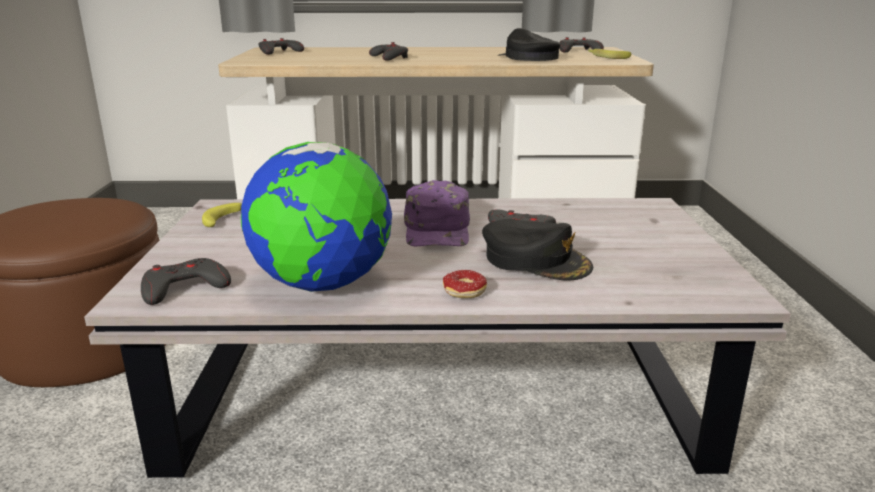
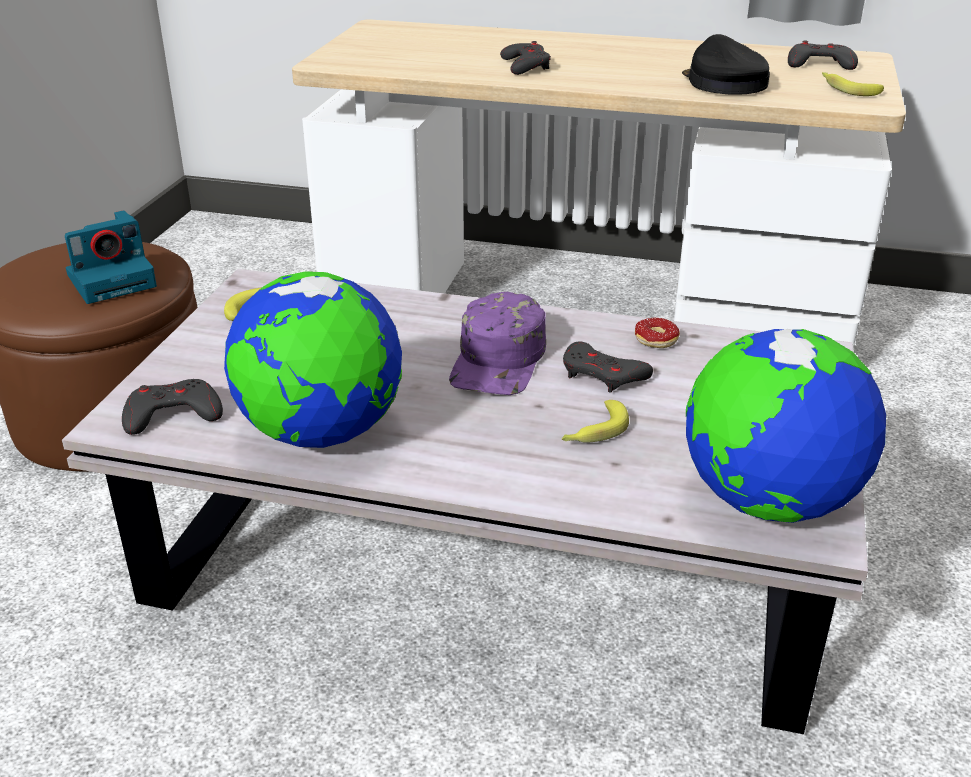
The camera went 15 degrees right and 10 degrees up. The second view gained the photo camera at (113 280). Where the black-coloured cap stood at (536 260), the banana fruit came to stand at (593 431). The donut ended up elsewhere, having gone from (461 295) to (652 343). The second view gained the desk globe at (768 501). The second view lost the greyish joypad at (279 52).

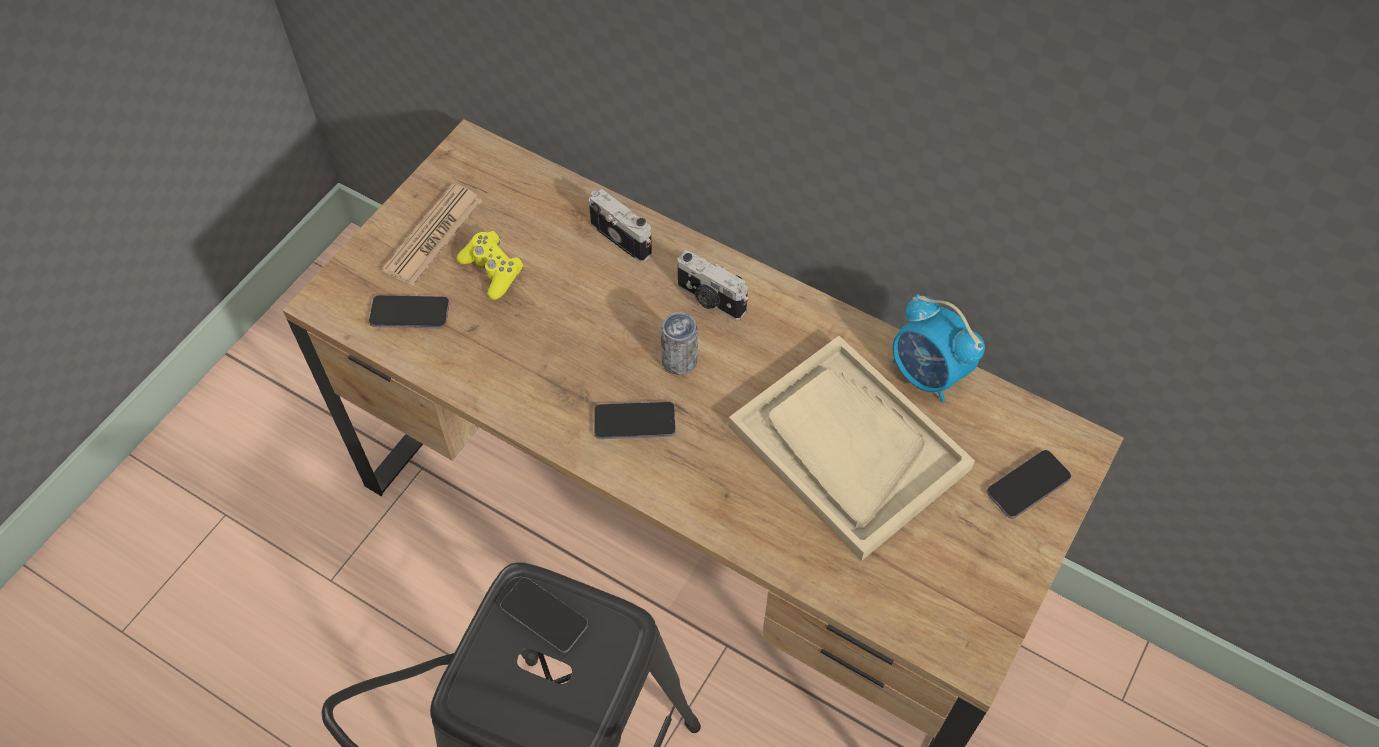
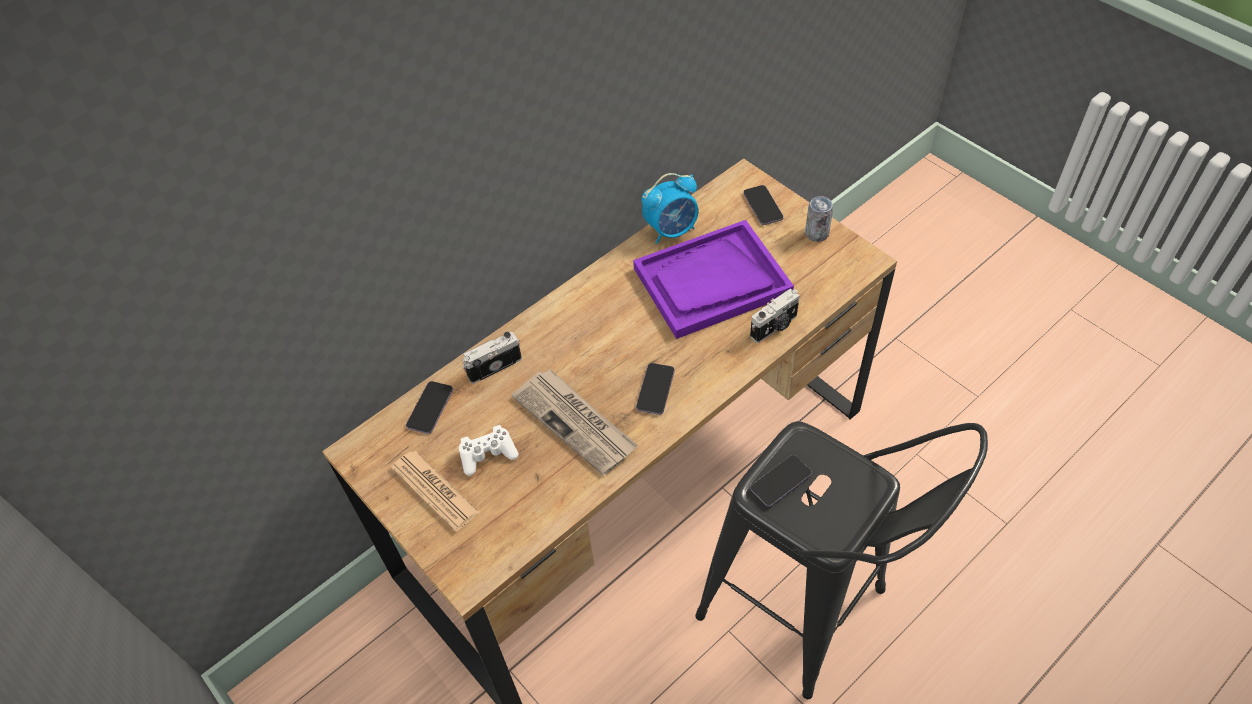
The camera went 70 degrees left and 5 degrees down. The telephone ended up elsewhere, having gone from (410 313) to (430 408). What was the yellow-coloured joypad at (493 270) turned into the white-coloured joypad at (488 454). The second view gained the printed paper at (576 422). What was the beige-coloured carrying tray at (847 447) turned into the purplish carrying tray at (711 281). The photo camera ended up elsewhere, having gone from (710 300) to (775 327). The can ended up elsewhere, having gone from (679 361) to (816 234).

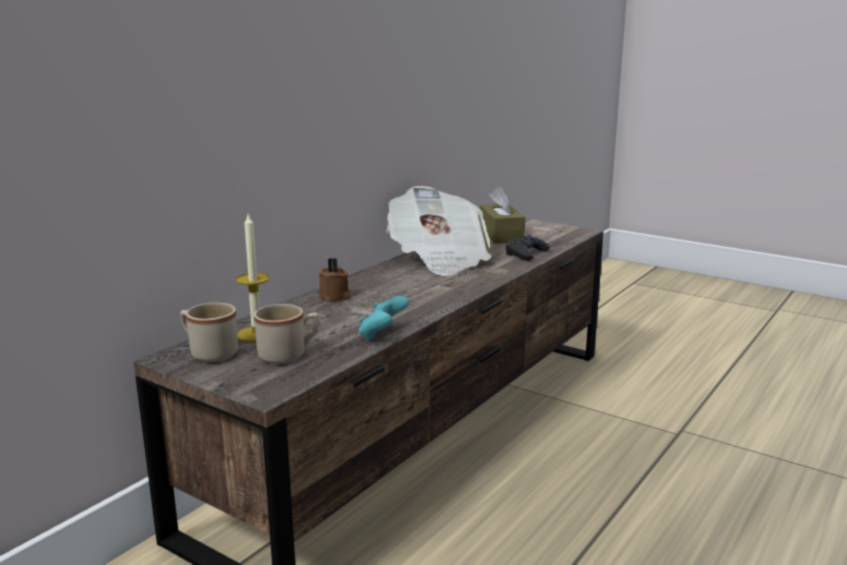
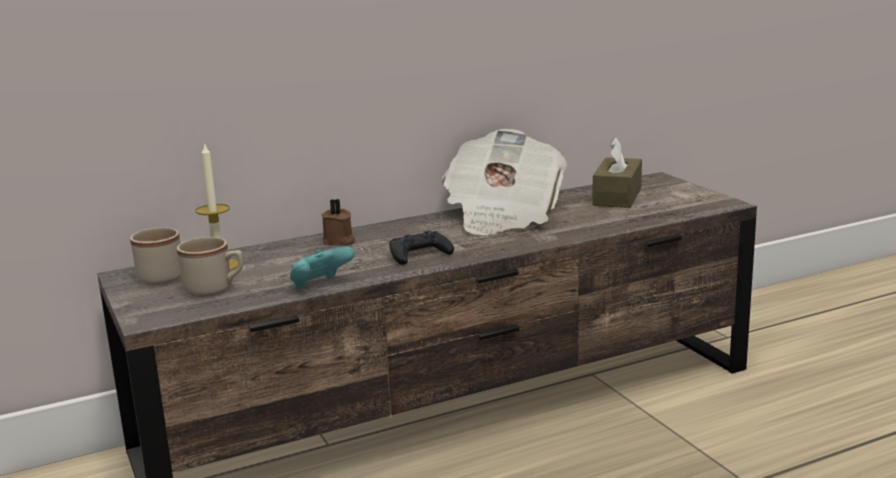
The camera went 30 degrees right and 0 degrees up. The black-coloured joypad ended up elsewhere, having gone from (526 253) to (419 255).

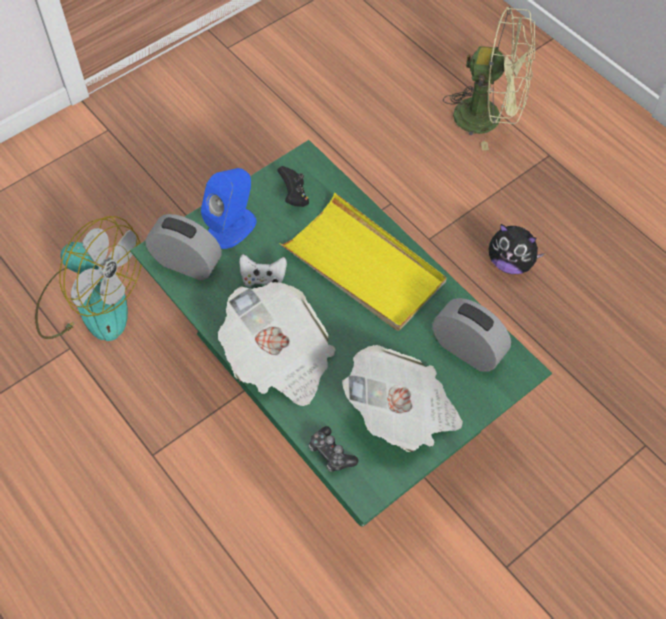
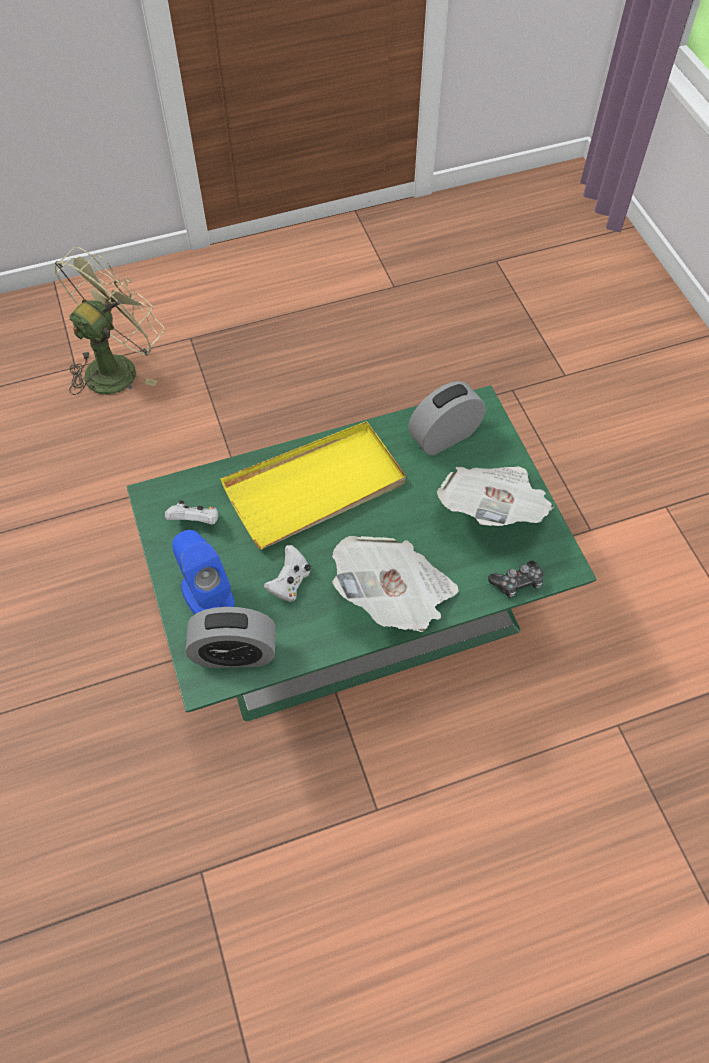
The camera went 70 degrees left and 0 degrees up. What was the black-coloured joypad at (294 195) turned into the white-coloured joypad at (195 521). The bedside clock at (187 263) ended up facing another way, 135 degrees counterclockwise from before. The second view lost the fan at (90 301). The second view lost the plush toy at (510 263).

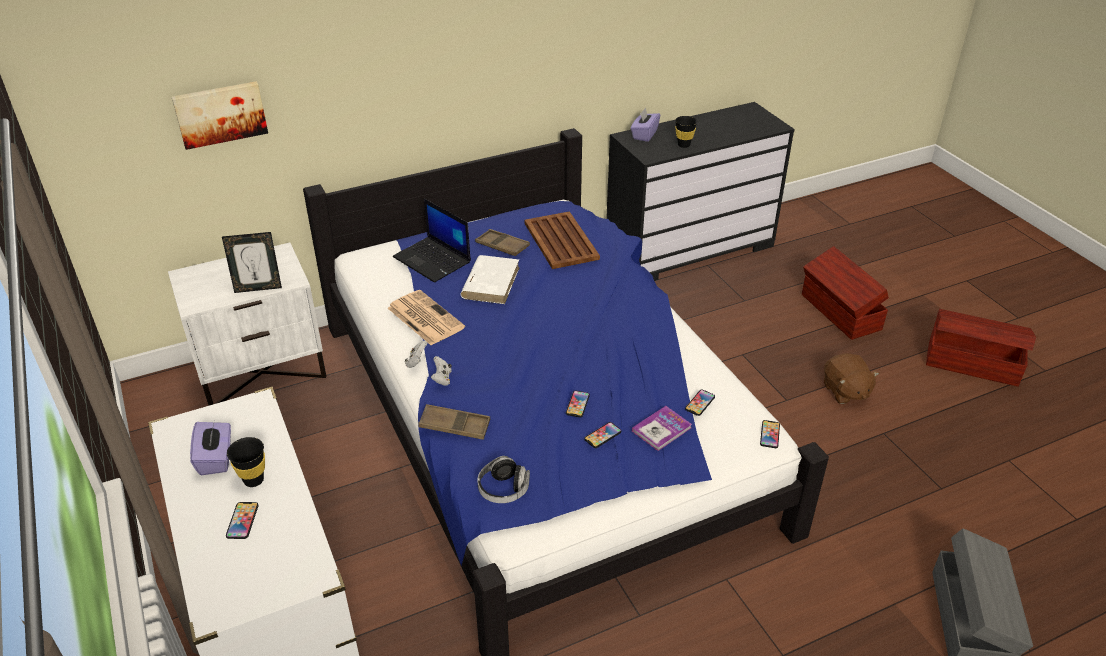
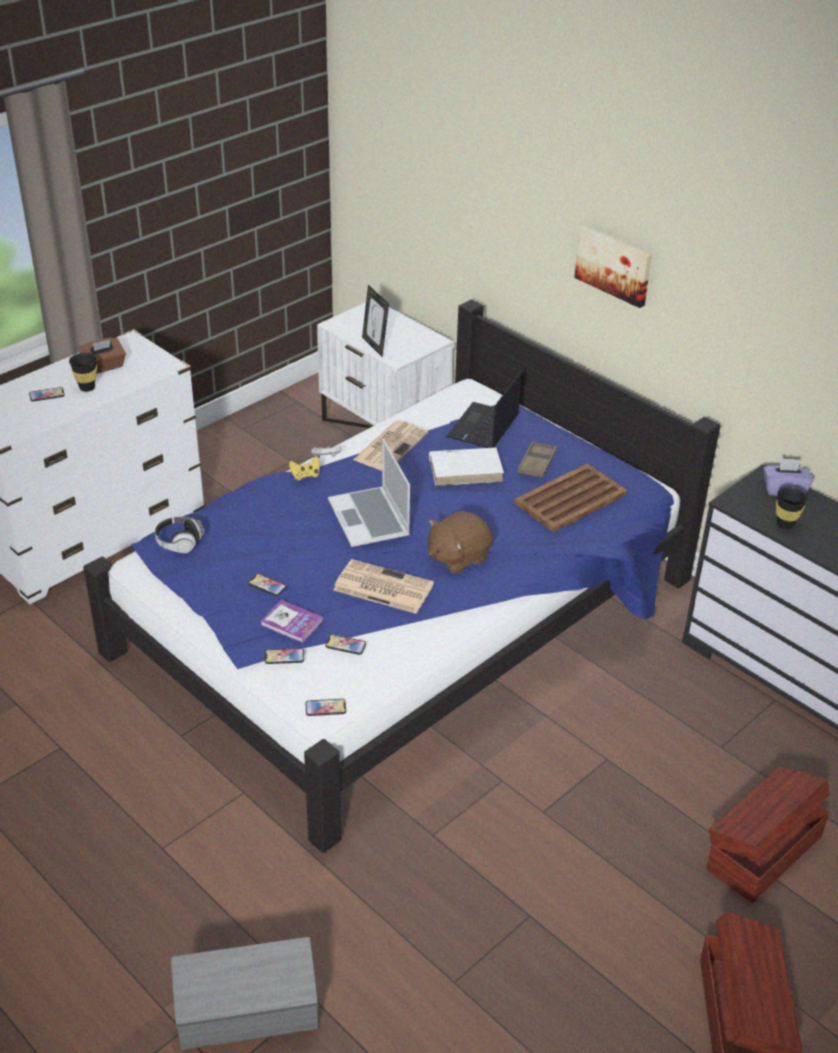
The camera went 70 degrees right and 0 degrees up. What was the purplish tissue box at (216 458) turned into the brown tissue box at (104 367). The telephone ended up elsewhere, having gone from (577 404) to (284 657). What was the white-coloured joypad at (442 378) turned into the yellow-coloured joypad at (305 475). The second view gained the notebook computer at (370 519). The second view gained the printed paper at (381 587). The brown plush toy ended up elsewhere, having gone from (845 391) to (457 557). The wall picture ended up elsewhere, having gone from (220 113) to (614 265). The second view lost the brown carrying tray at (455 426).

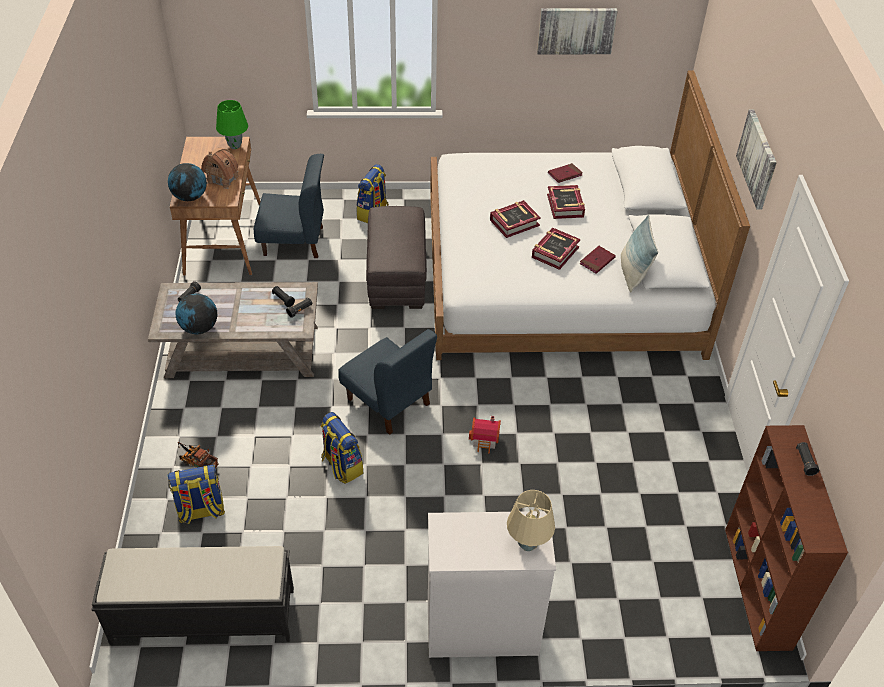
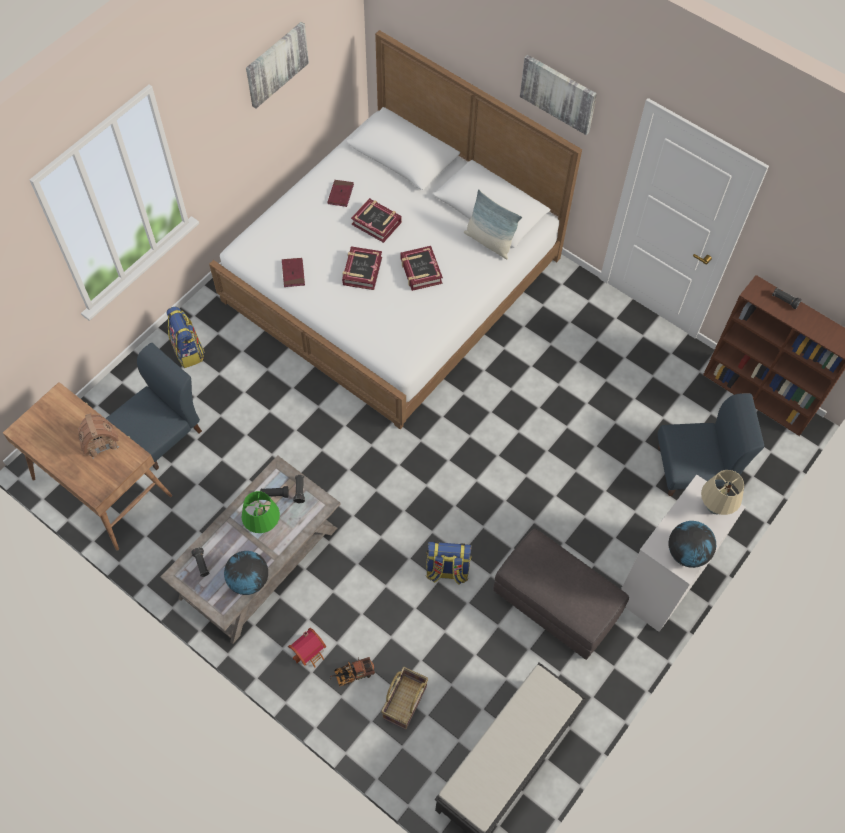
The camera went 50 degrees left and 15 degrees up. The green lamp for a table ended up elsewhere, having gone from (234 146) to (263 527). The red-coloured bound book ended up elsewhere, having gone from (597 261) to (293 273). The miniature house ended up elsewhere, having gone from (485 440) to (310 651). Where the rucksack stood at (201 511), the basket came to stand at (405 703). The greyish footrest ended up elsewhere, having gone from (397 276) to (557 604). The blue chair ended up elsewhere, having gone from (388 402) to (694 470). The desk globe ended up elsewhere, having gone from (190 197) to (687 552).

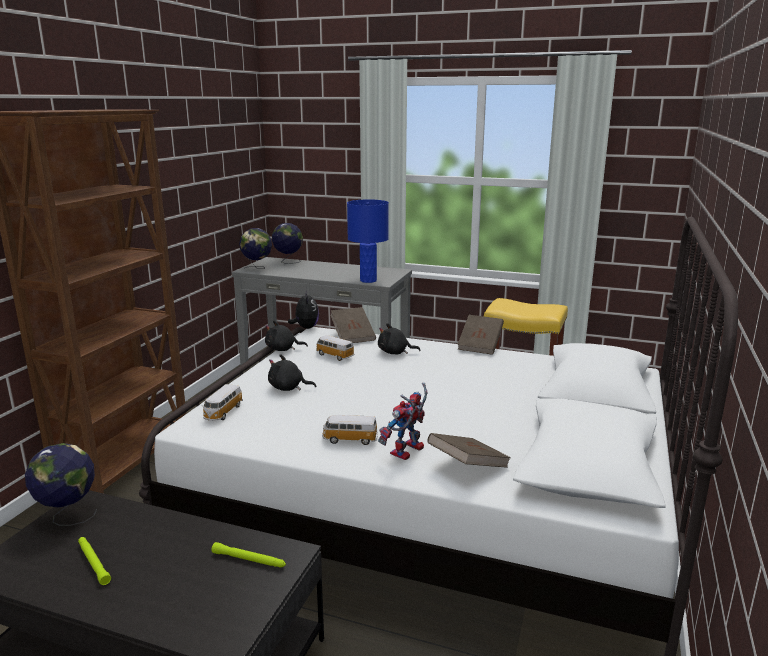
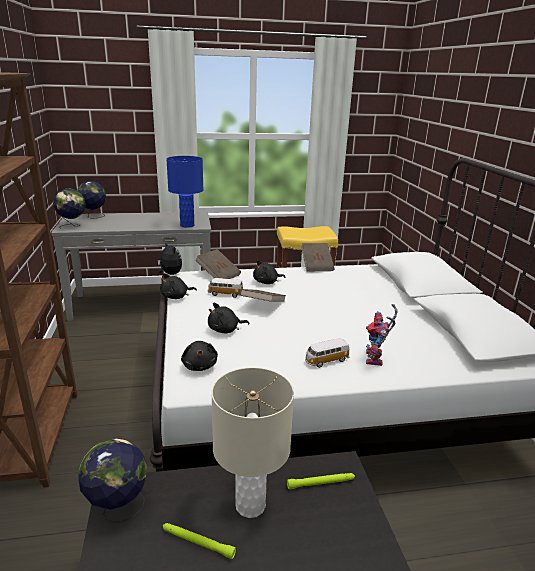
The camera went 30 degrees left and 5 degrees up. Where the miniature car stood at (223 412), the black-coloured plush toy came to stand at (200 365). The second view gained the beige-coloured lamp for a table at (250 505). The brown bound book ended up elsewhere, having gone from (468 466) to (263 305).

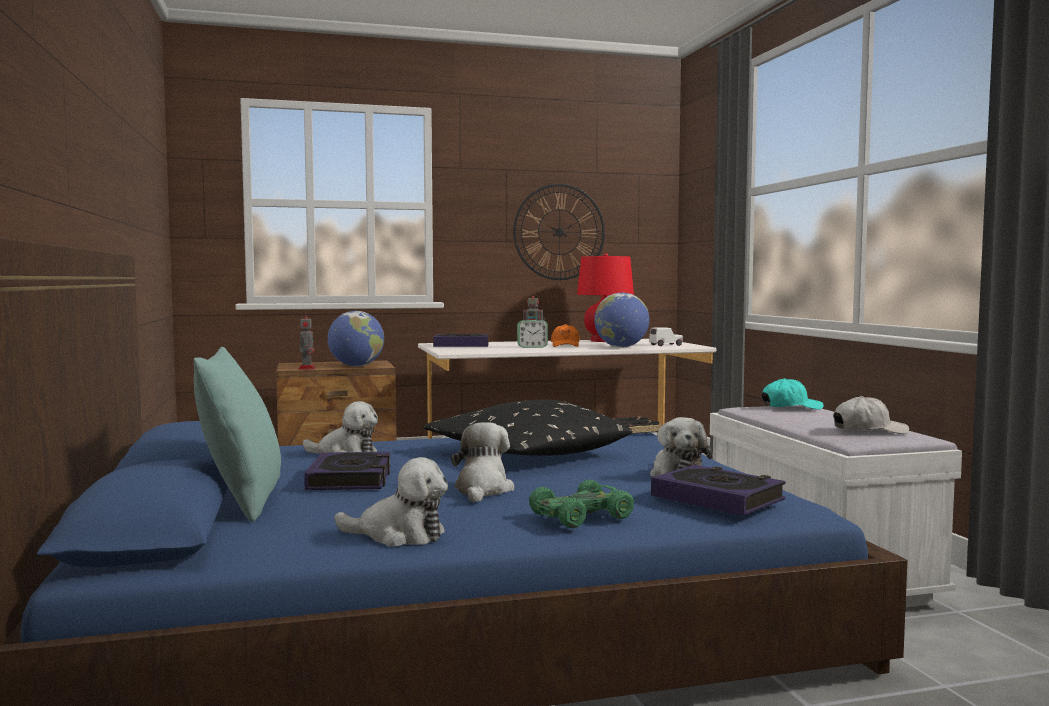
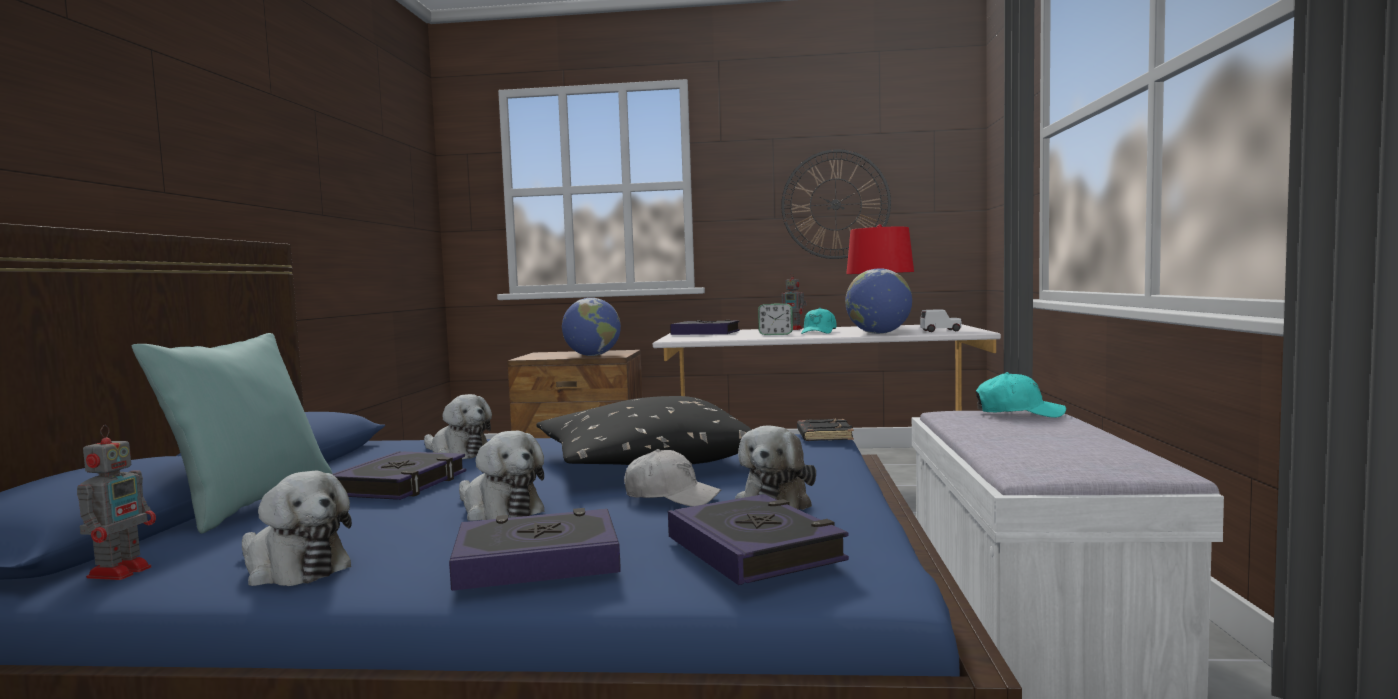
The camera went 20 degrees right and 0 degrees up. The robot figure ended up elsewhere, having gone from (307 368) to (122 571). Where the green miniature car stood at (582 516), the bound book came to stand at (537 561). The plush toy at (482 490) ended up facing another way, 105 degrees clockwise from before. The white-coloured cap ended up elsewhere, having gone from (869 430) to (671 496). What was the orangey cap at (565 345) turned into the blue-green cap at (819 332).

